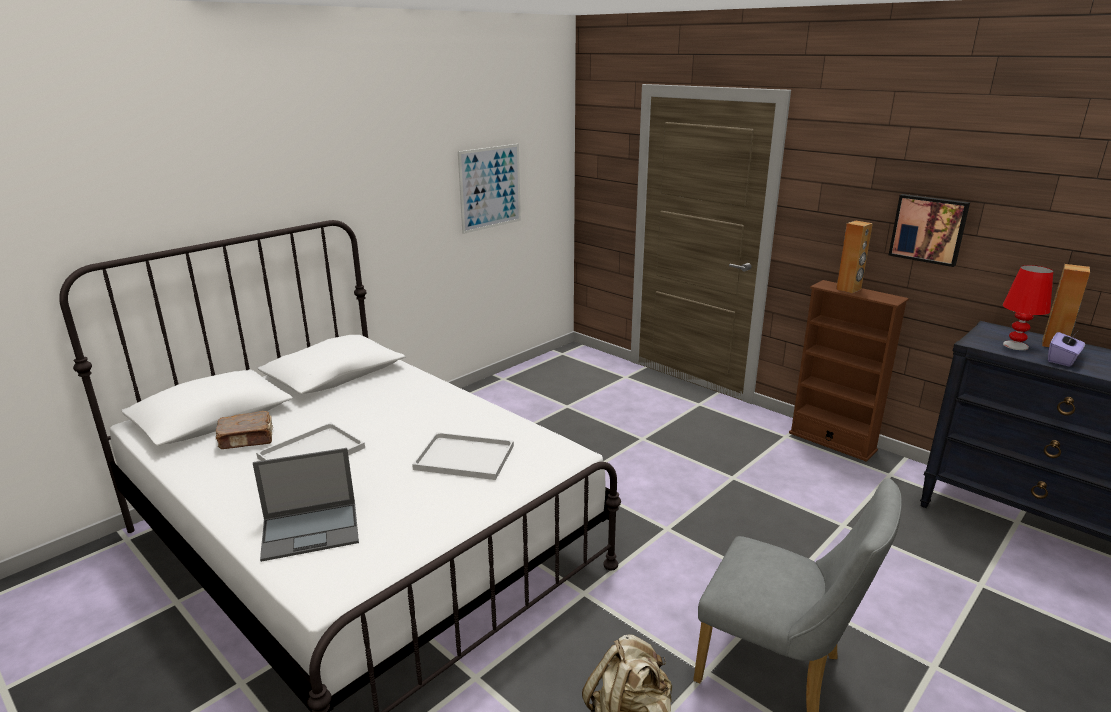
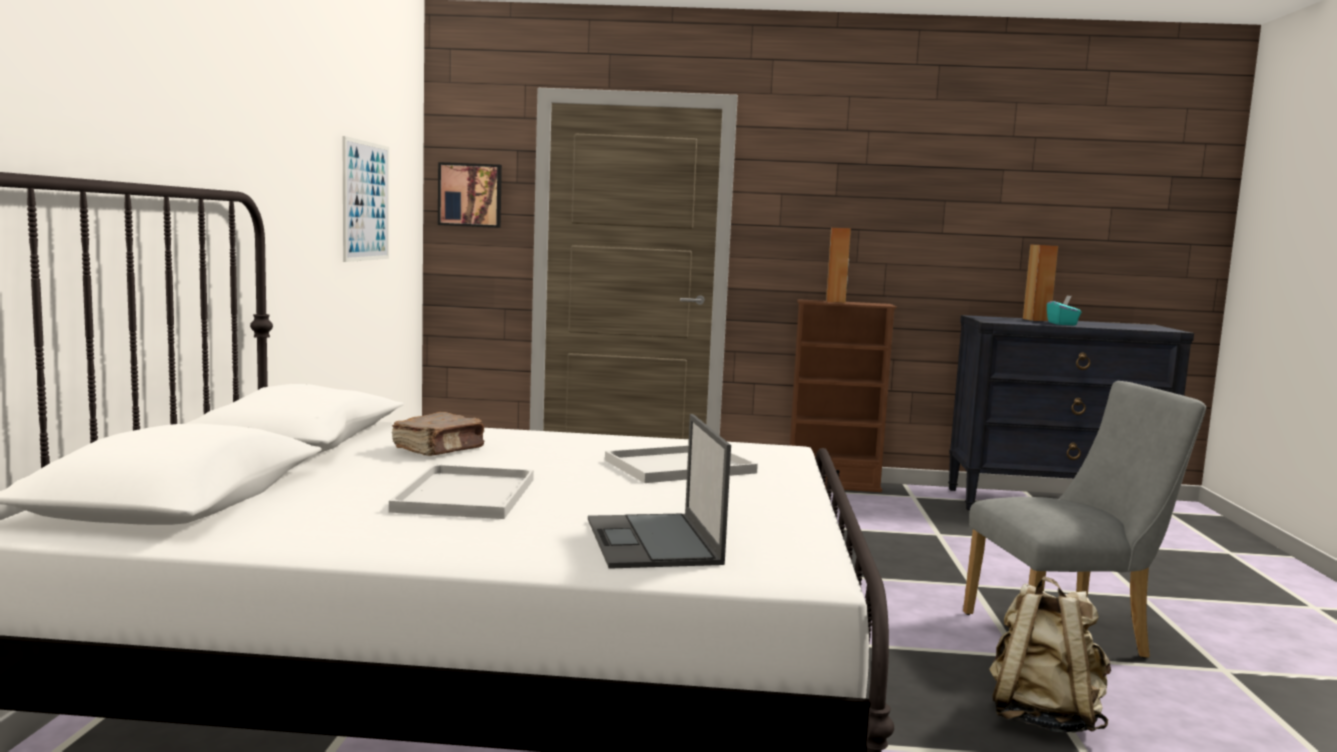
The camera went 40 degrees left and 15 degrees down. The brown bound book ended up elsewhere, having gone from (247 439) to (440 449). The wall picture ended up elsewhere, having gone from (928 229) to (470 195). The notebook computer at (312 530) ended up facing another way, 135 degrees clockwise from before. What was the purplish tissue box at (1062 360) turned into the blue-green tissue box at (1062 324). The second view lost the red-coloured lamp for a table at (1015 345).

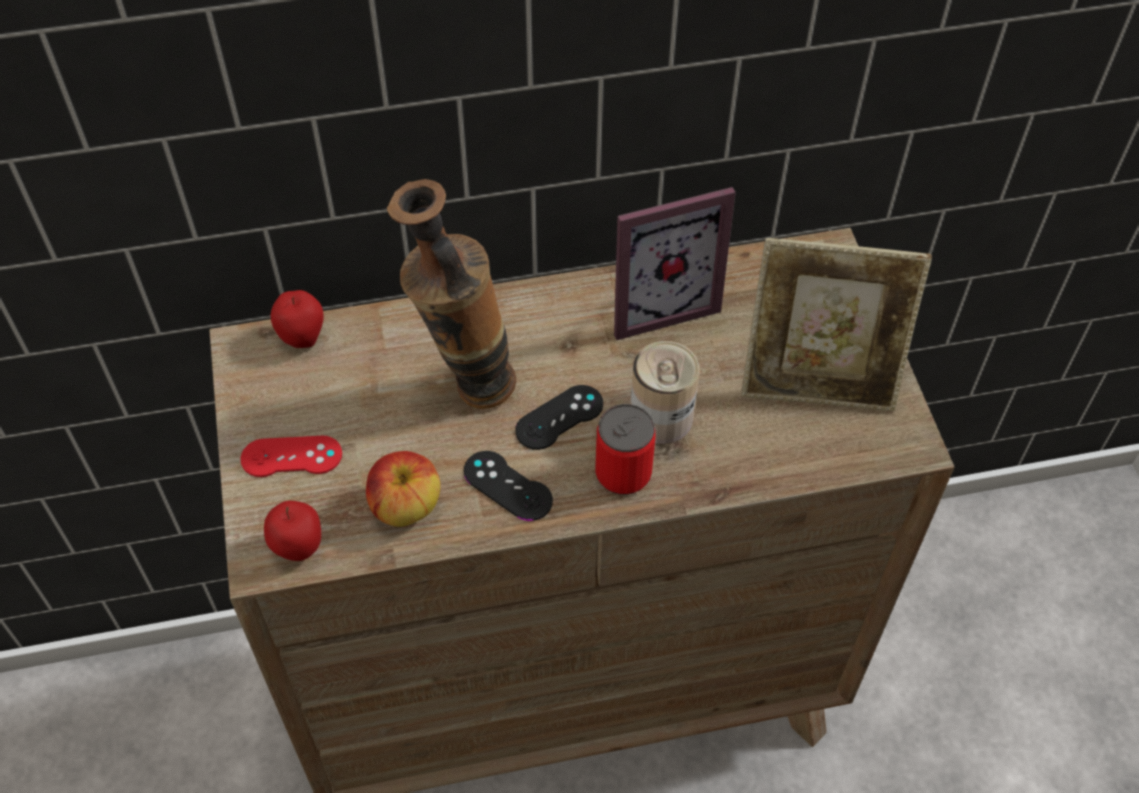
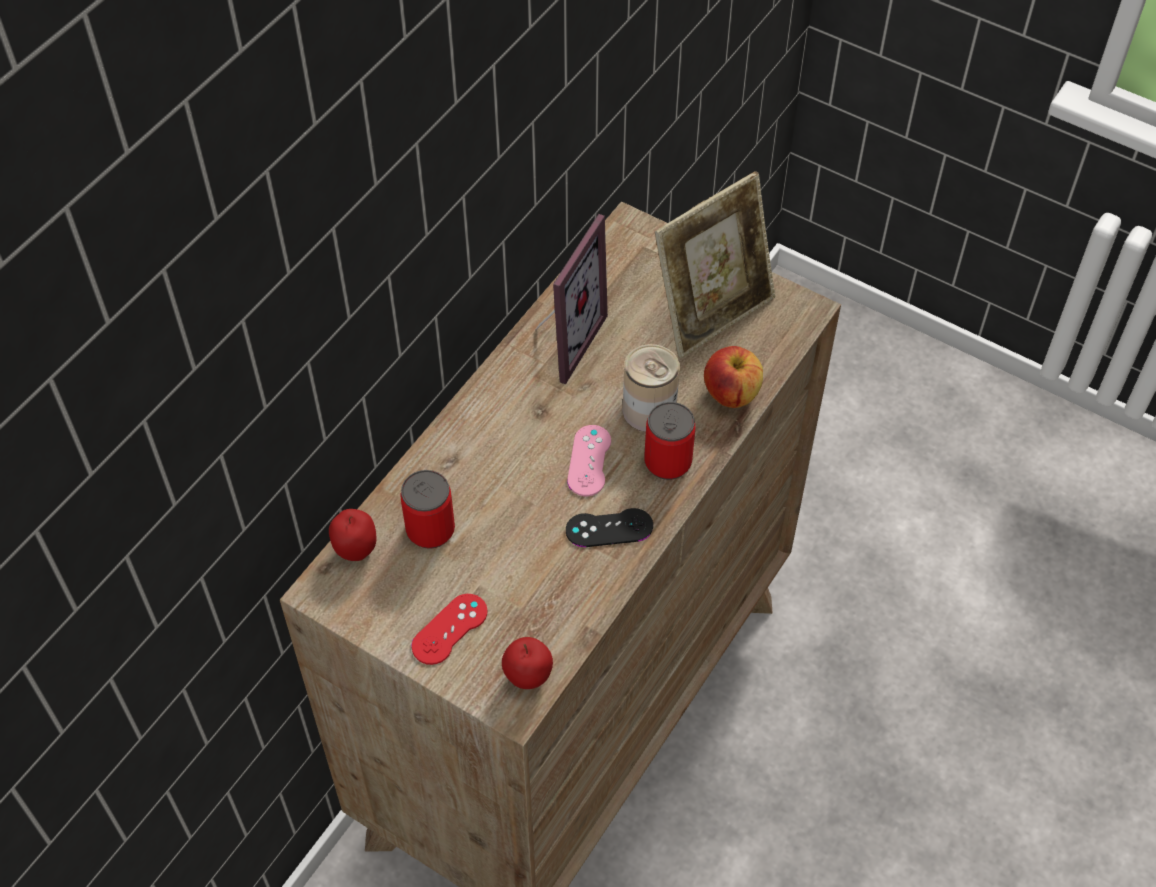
The camera went 45 degrees left and 0 degrees up. The second view gained the can at (430 530). What was the black-coloured joypad at (559 417) turned into the pink joypad at (589 461). The apple fruit ended up elsewhere, having gone from (405 507) to (731 394). The second view lost the decorative vase at (465 388).

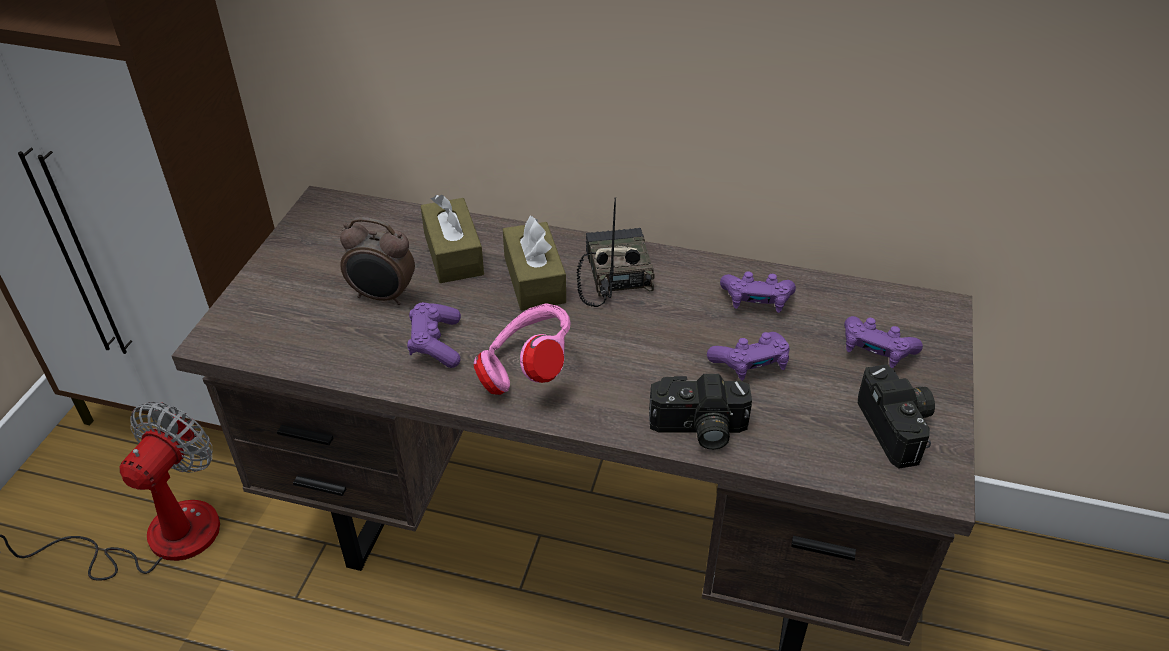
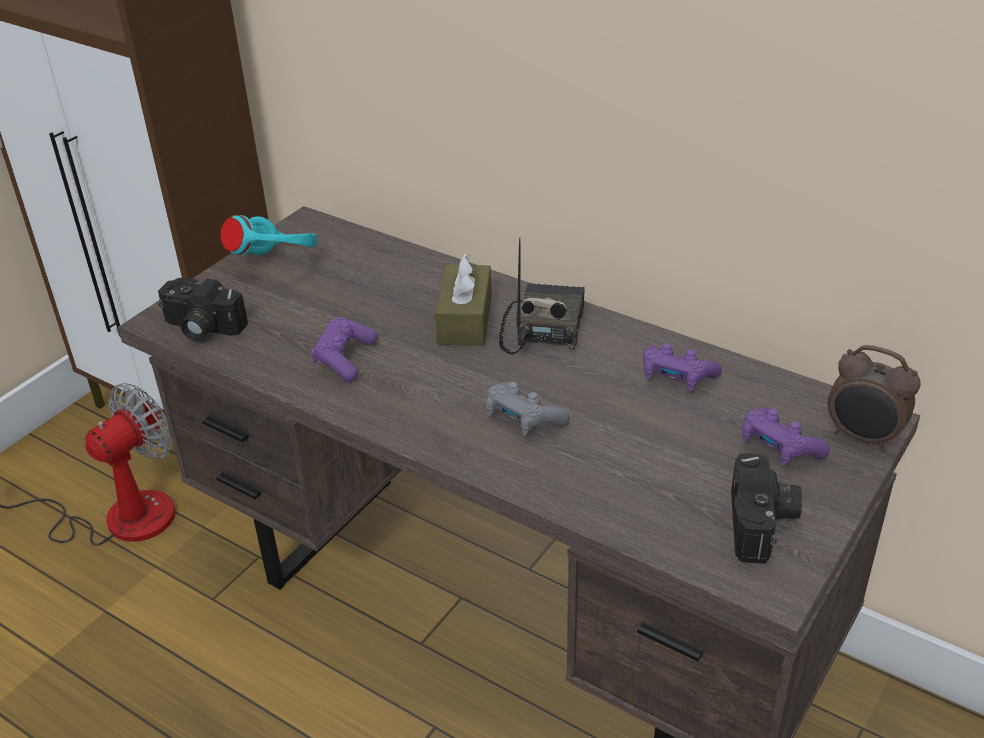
The camera went 20 degrees right and 5 degrees down. The photo camera ended up elsewhere, having gone from (698 430) to (201 328). The second view gained the blue-green headphones at (277 264). The second view gained the greyish joypad at (523 419). The bedside clock ended up elsewhere, having gone from (382 297) to (863 438). The second view lost the brown tissue box at (453 254). The second view lost the pink headphones at (527 371). The second view lost the purplish joypad at (750 364).

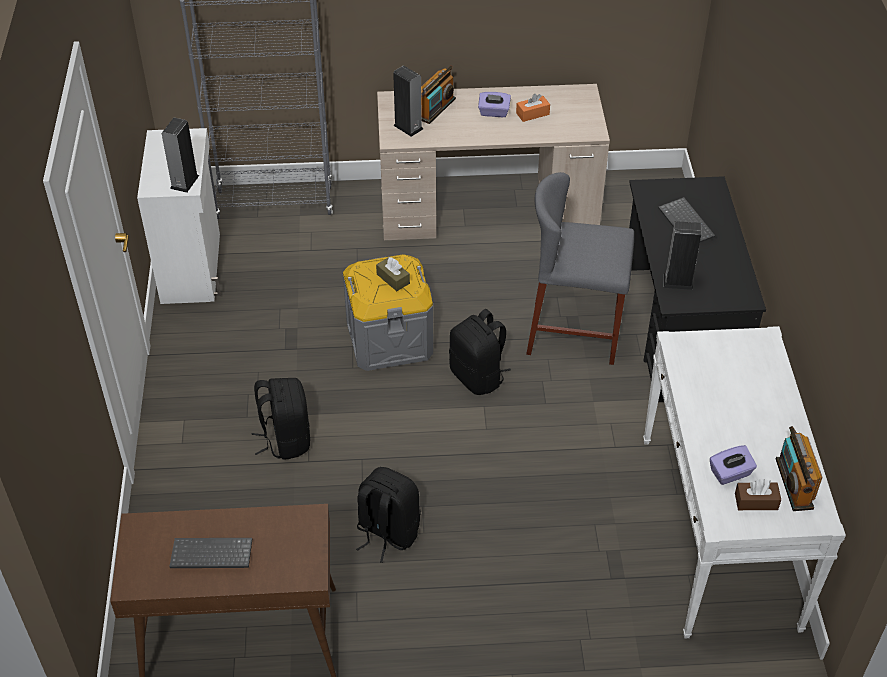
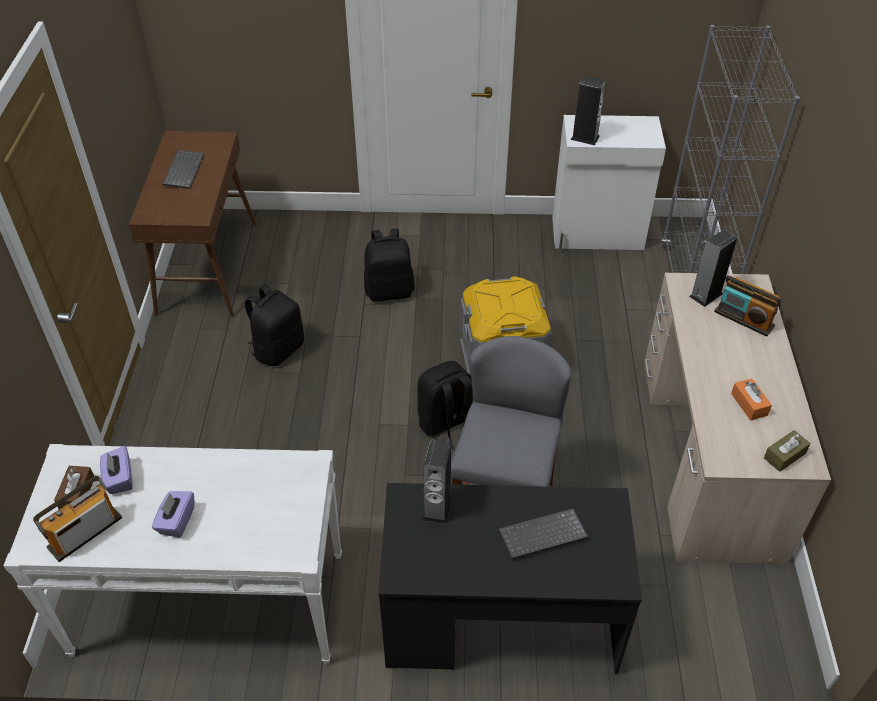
The camera went 95 degrees right and 0 degrees up. The radio at (794 484) ended up facing another way, 45 degrees counterclockwise from before. The purplish tissue box ended up elsewhere, having gone from (494 112) to (176 521). The brown tissue box ended up elsewhere, having gone from (393 279) to (784 456).

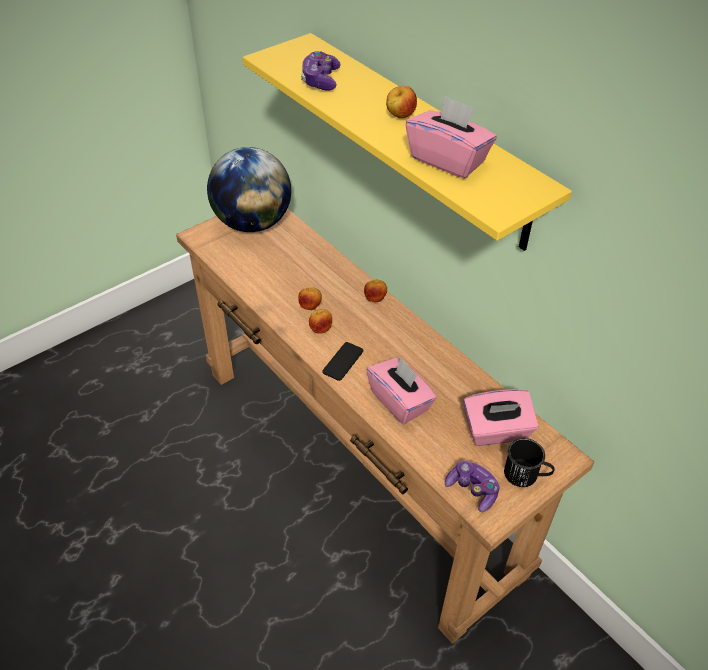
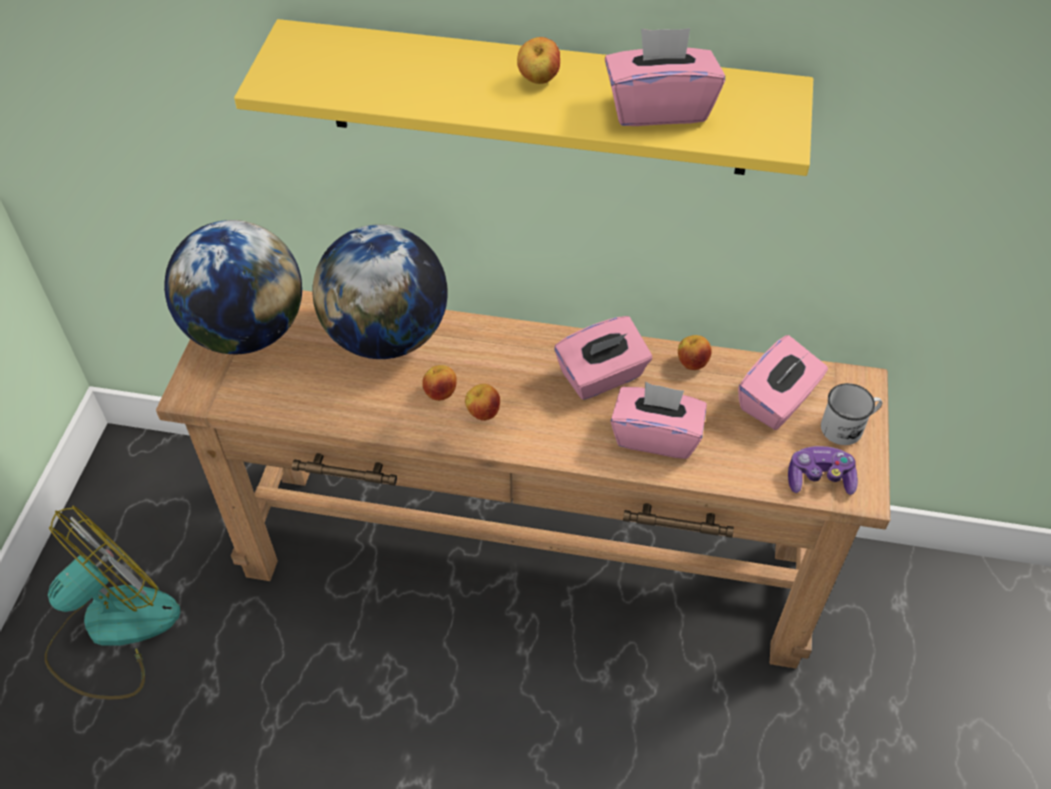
The camera went 40 degrees left and 5 degrees up. The second view gained the fan at (112 631). The second view gained the desk globe at (387 336). The second view gained the pink tissue box at (602 376). The apple fruit ended up elsewhere, having gone from (375 299) to (692 363). What was the black-coloured mug at (526 475) turned into the white-coloured mug at (847 427). The second view lost the joypad at (320 80). The second view lost the telephone at (343 361).

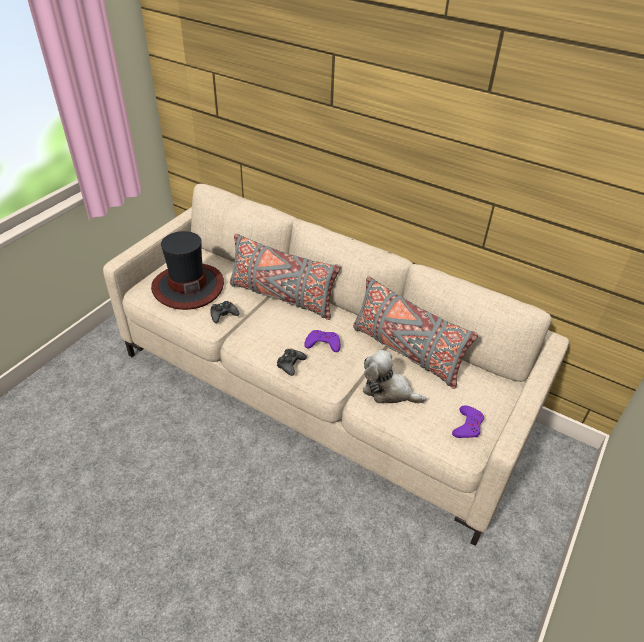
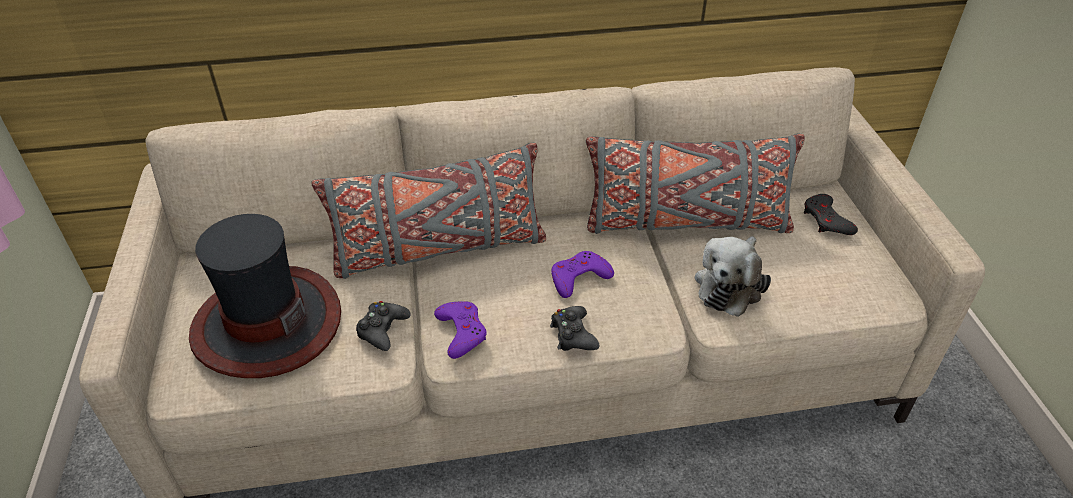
The camera went 40 degrees left and 0 degrees up. The purplish joypad ended up elsewhere, having gone from (467 425) to (461 332). The plush toy at (388 391) ended up facing another way, 45 degrees counterclockwise from before. The second view gained the greyish joypad at (826 220).

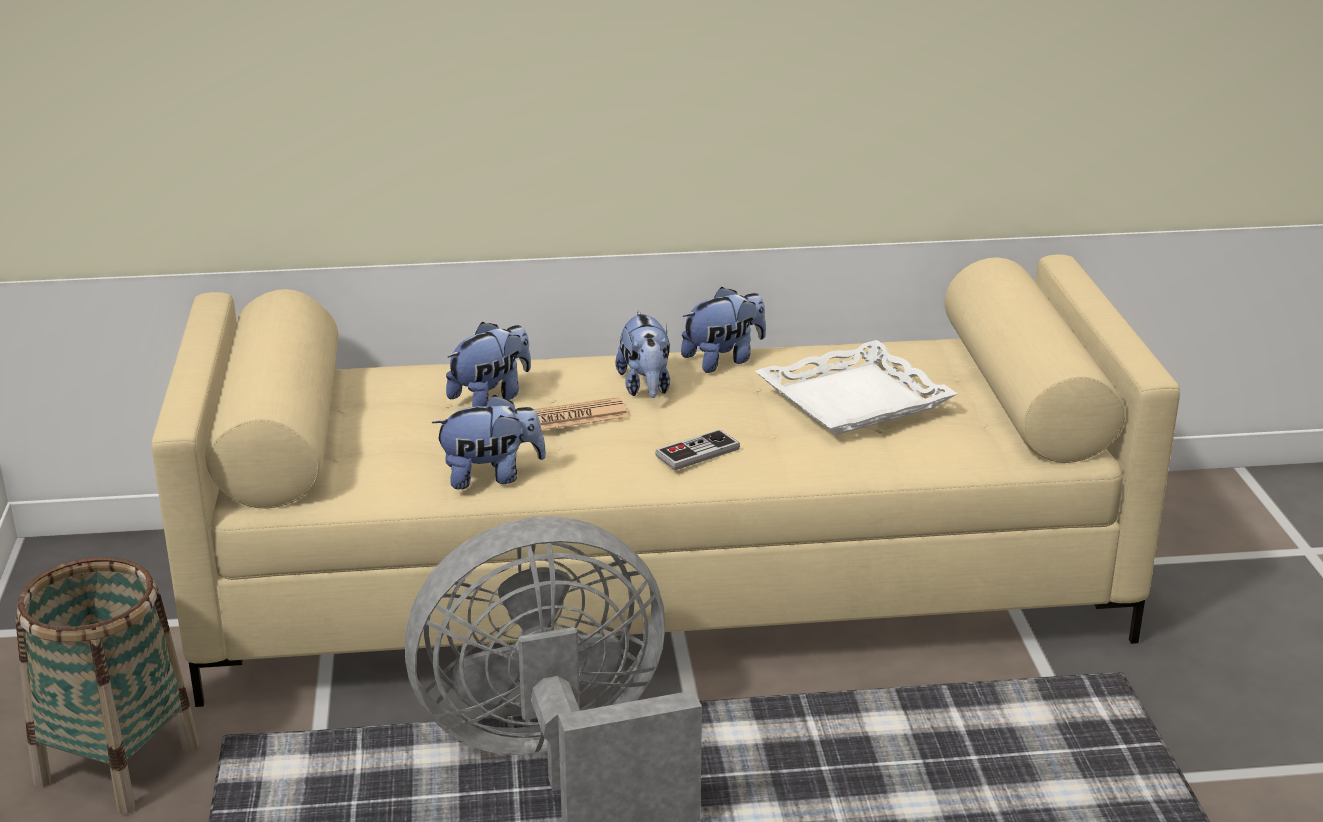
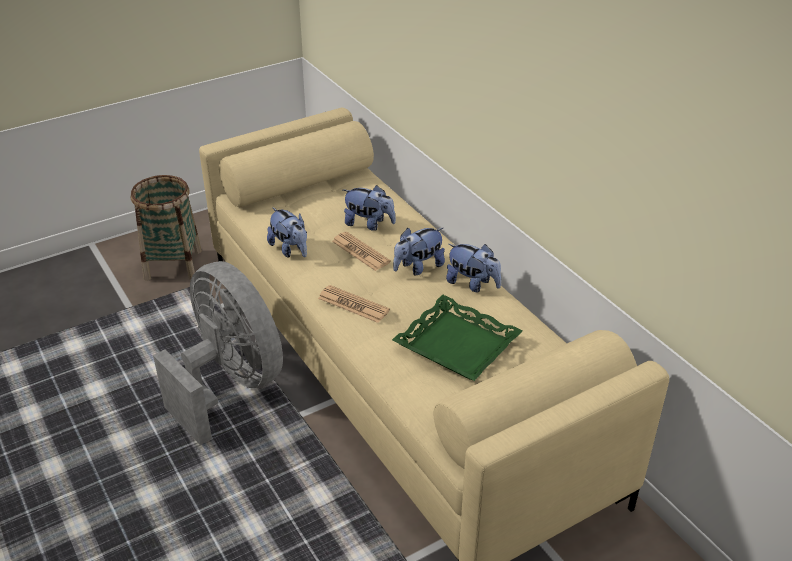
The camera went 65 degrees right and 10 degrees up. Where the joypad stood at (697 452), the printed paper came to stand at (353 305). What was the white-coloured carrying tray at (853 399) turned into the green carrying tray at (457 344).

